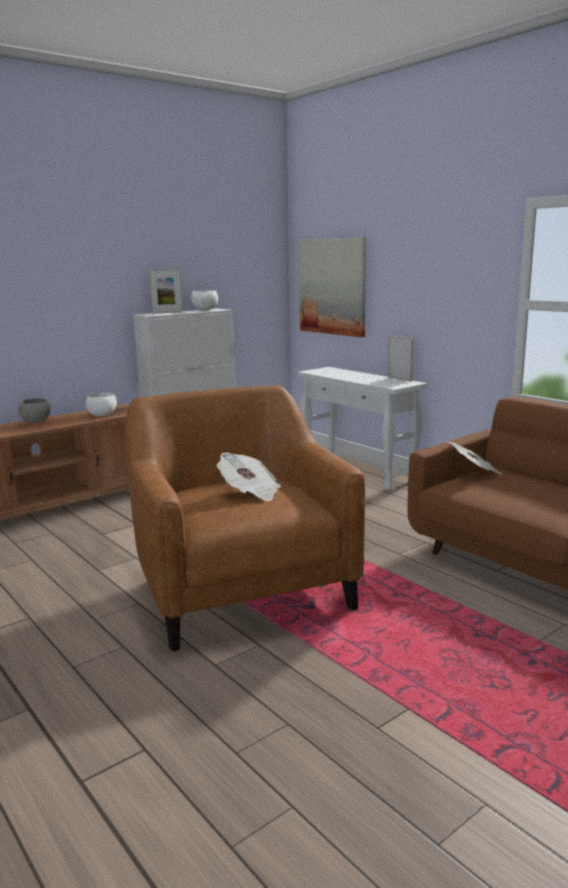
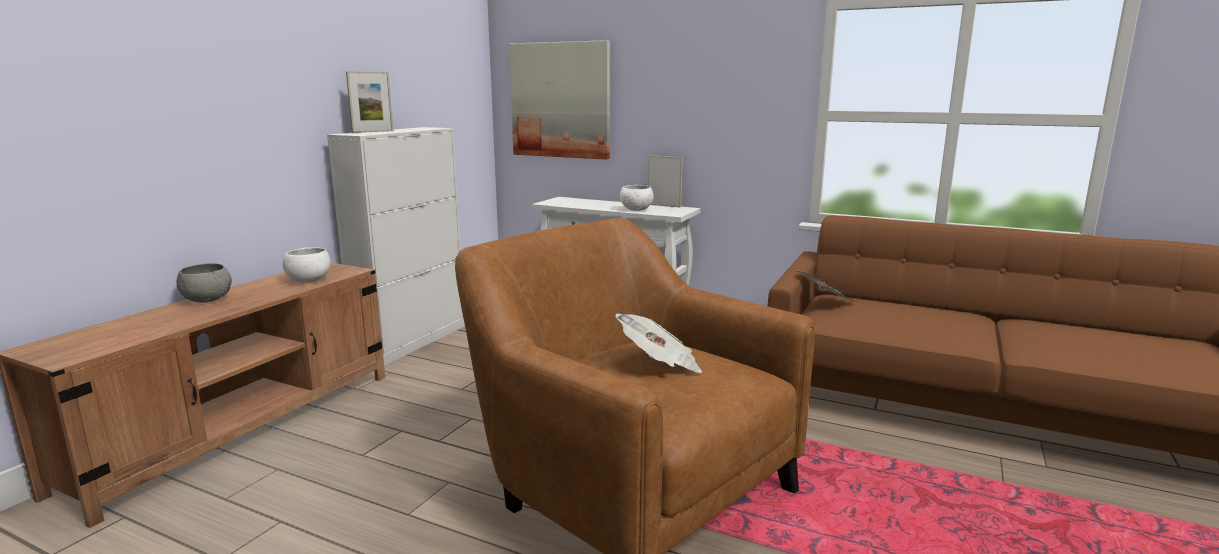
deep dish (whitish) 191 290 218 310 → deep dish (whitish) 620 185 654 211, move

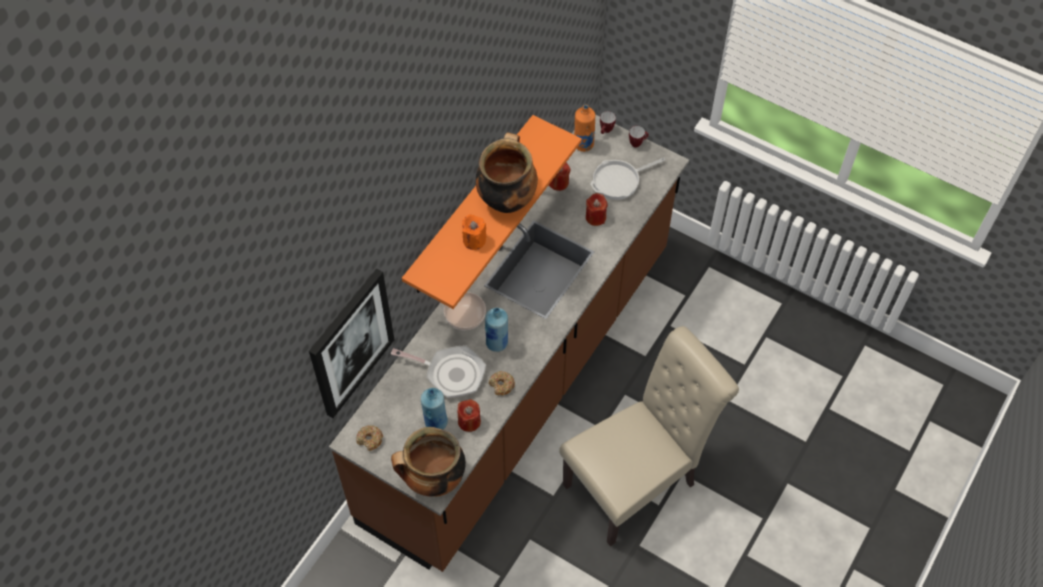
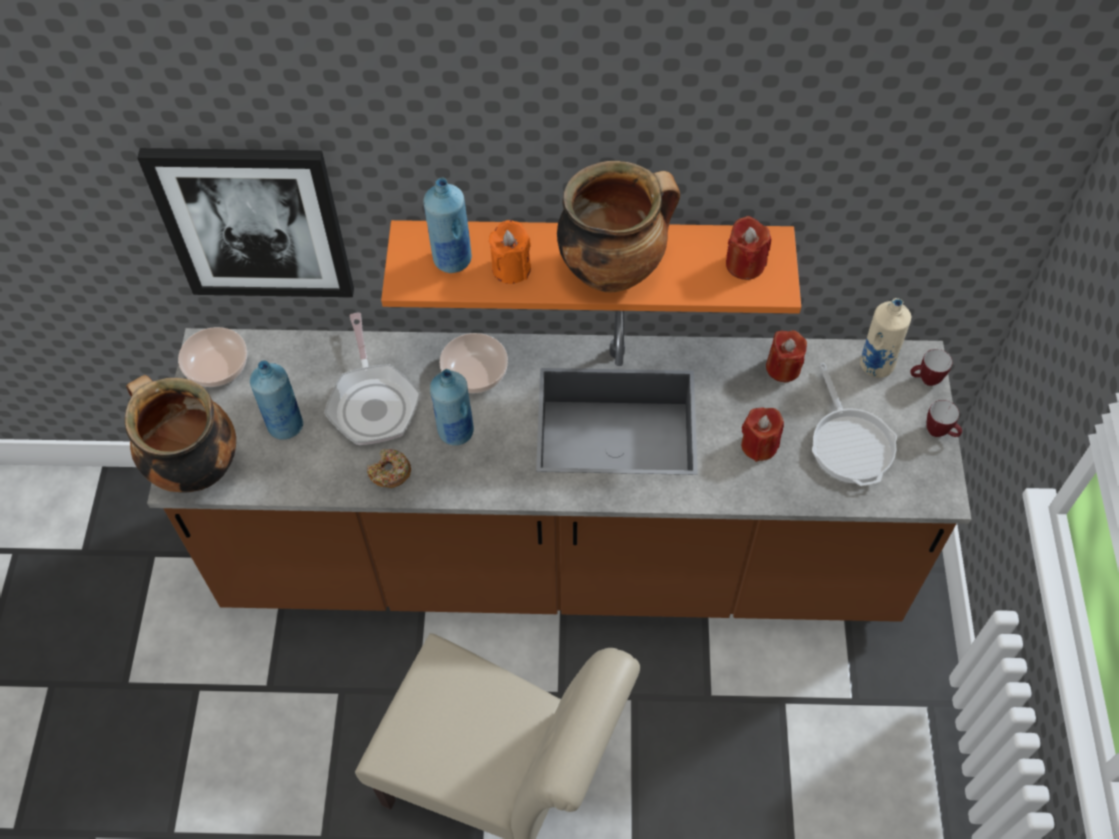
ring doughnut 356 425 383 451 → deep dish 178 327 247 387
wax candle (reddish) 457 399 481 432 → wax candle (reddish) 726 216 771 280, move
drink bottle (orange) 574 104 595 152 → drink bottle (beige) 860 298 912 378
frying pan 591 158 665 200 → frying pan 812 363 897 486, 135 degrees counterclockwise
- → drink bottle (blue-coloured) 423 178 472 273

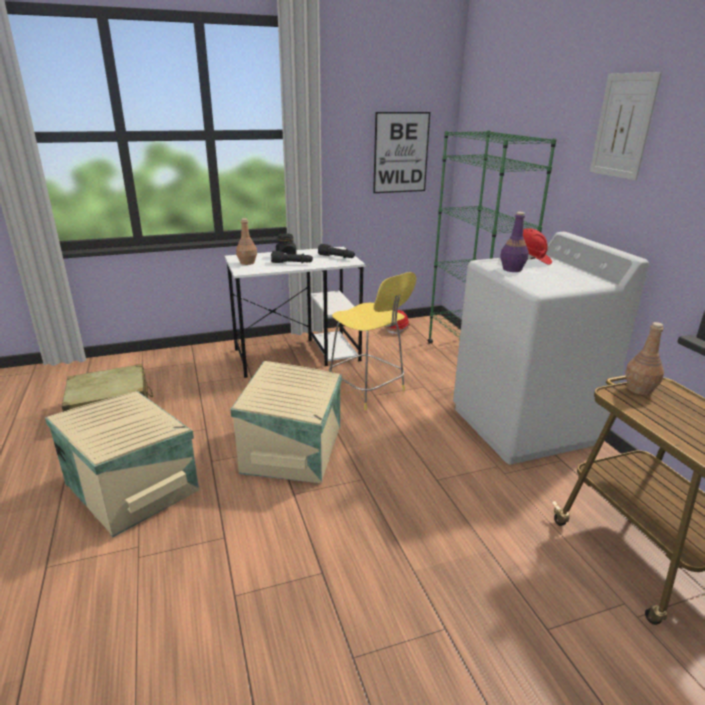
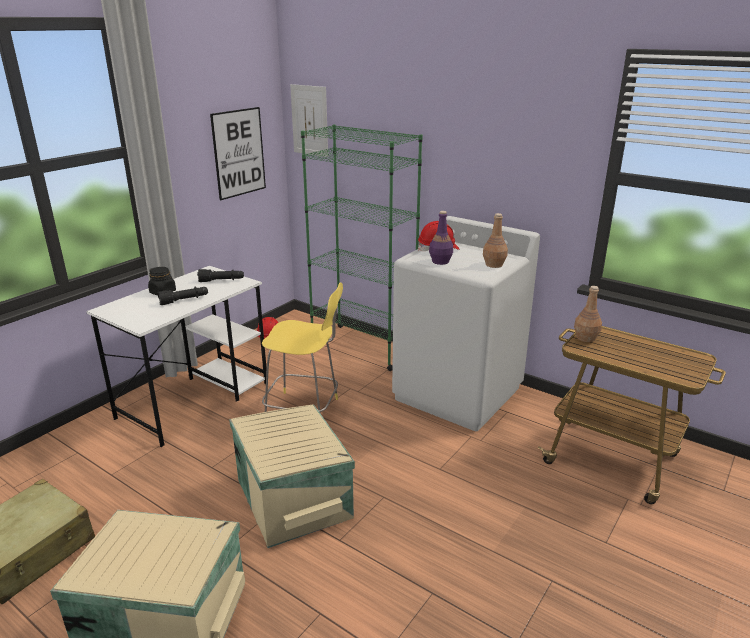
drink bottle (brown-coloured) 236 218 257 265 → drink bottle (brown-coloured) 483 213 508 268, move
wall art 590 72 662 181 → wall art 290 84 328 157, move

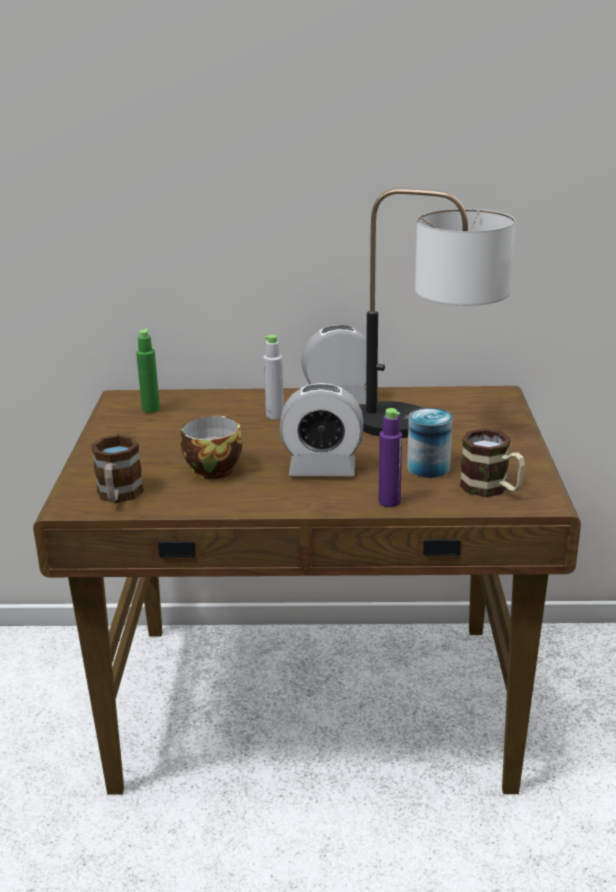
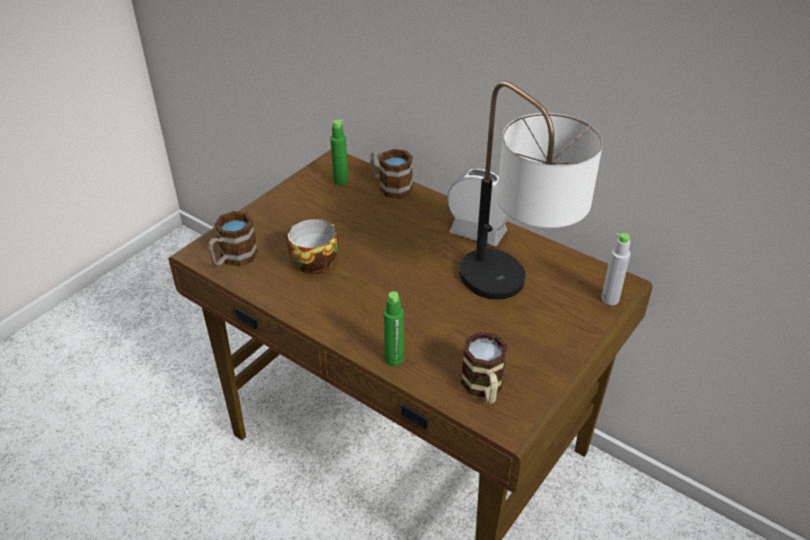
drink bottle (greyish) 264 335 284 419 → drink bottle (greyish) 601 233 630 305, move
table clock 280 383 363 476 → -
drink bottle (purple) 379 408 402 507 → drink bottle (green) 384 291 404 366
sealed can 407 408 453 478 → -
- → coffee mug 369 149 413 199

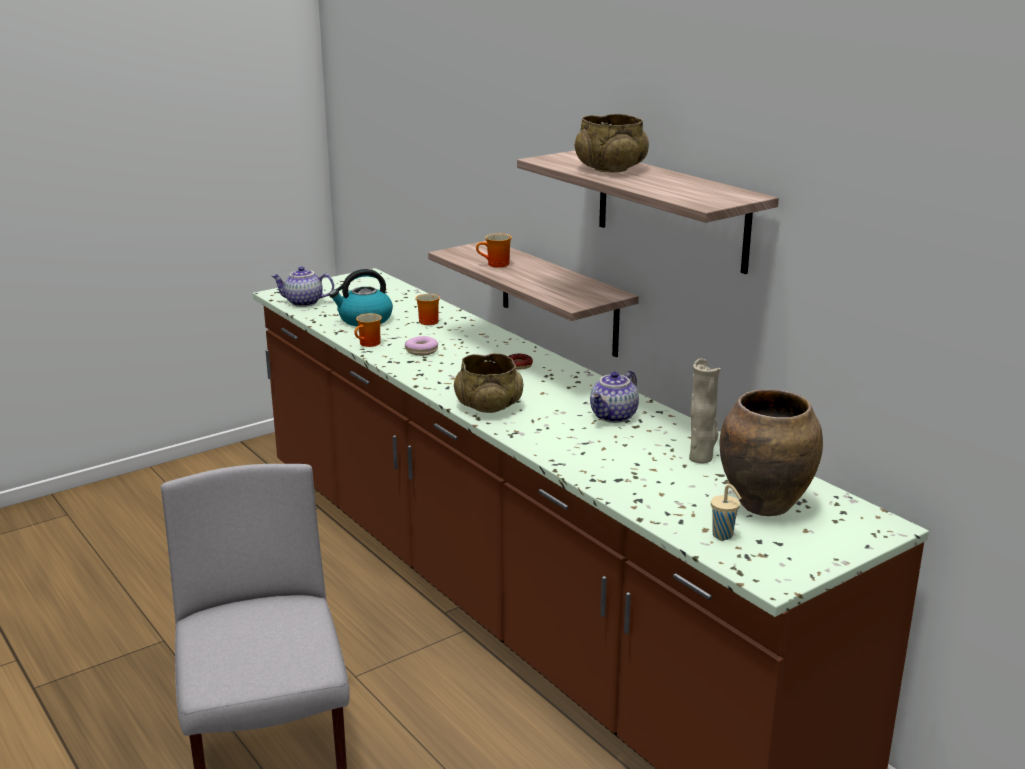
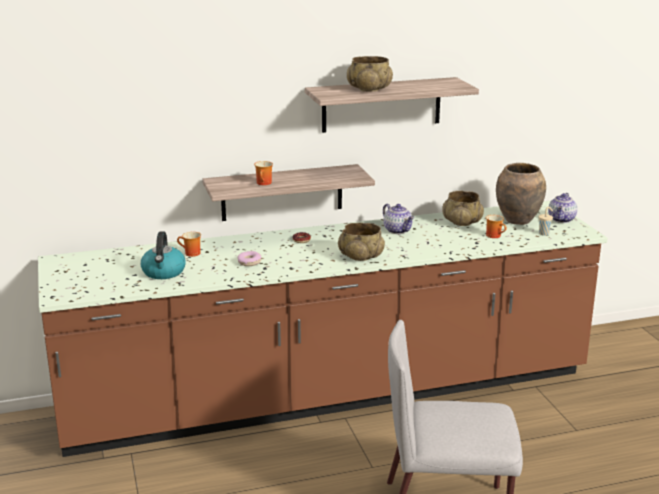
pot for tea 272 266 334 307 → pot for tea 548 193 577 223, move
coffee mug 354 313 382 347 → coffee mug 486 215 506 238, move
flower vase (beige) 689 358 721 463 → deep dish (beige) 442 191 484 226

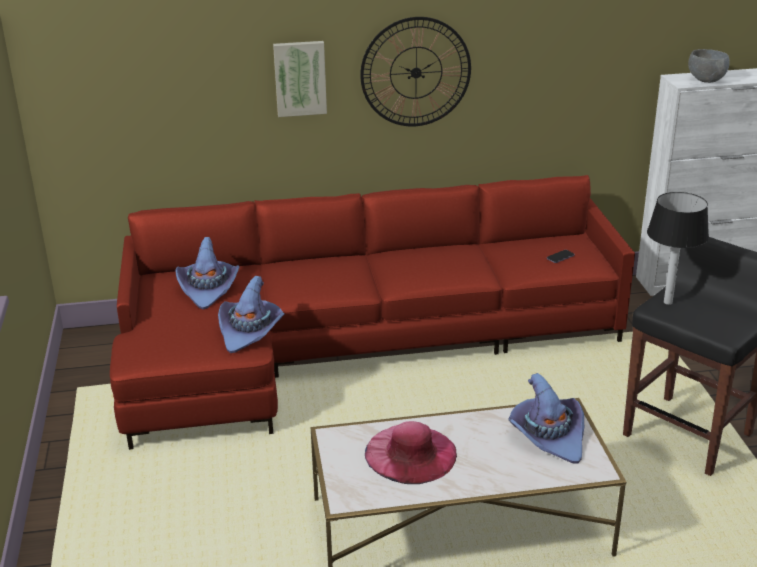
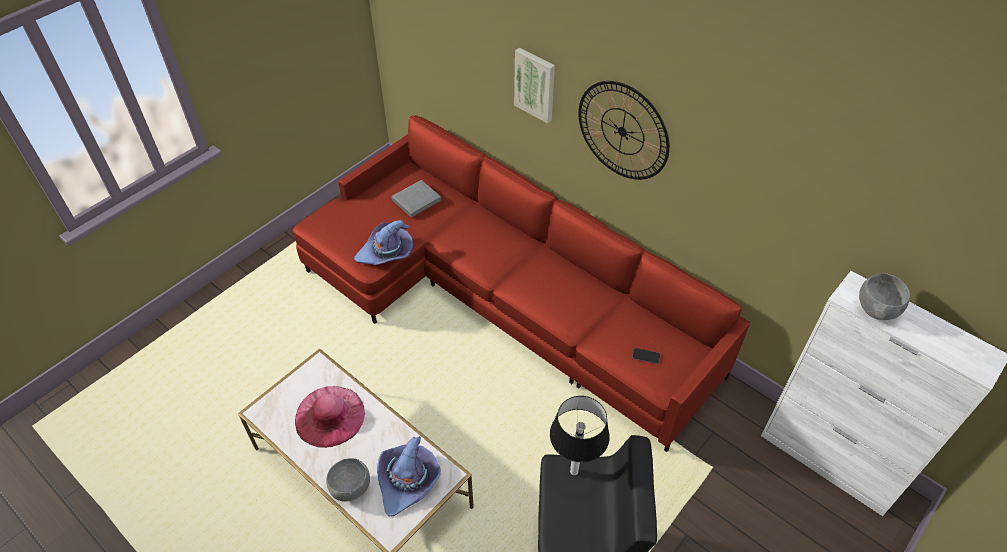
wearable hat (purple) 175 237 240 310 → bound book (greyish) 392 180 441 217
- → deep dish (greyish) 326 458 370 502

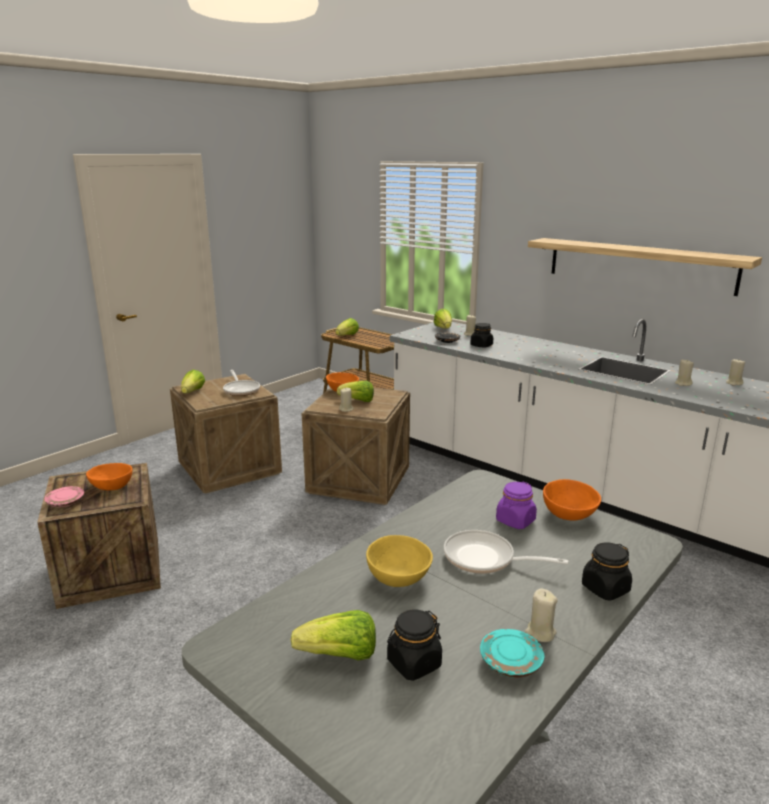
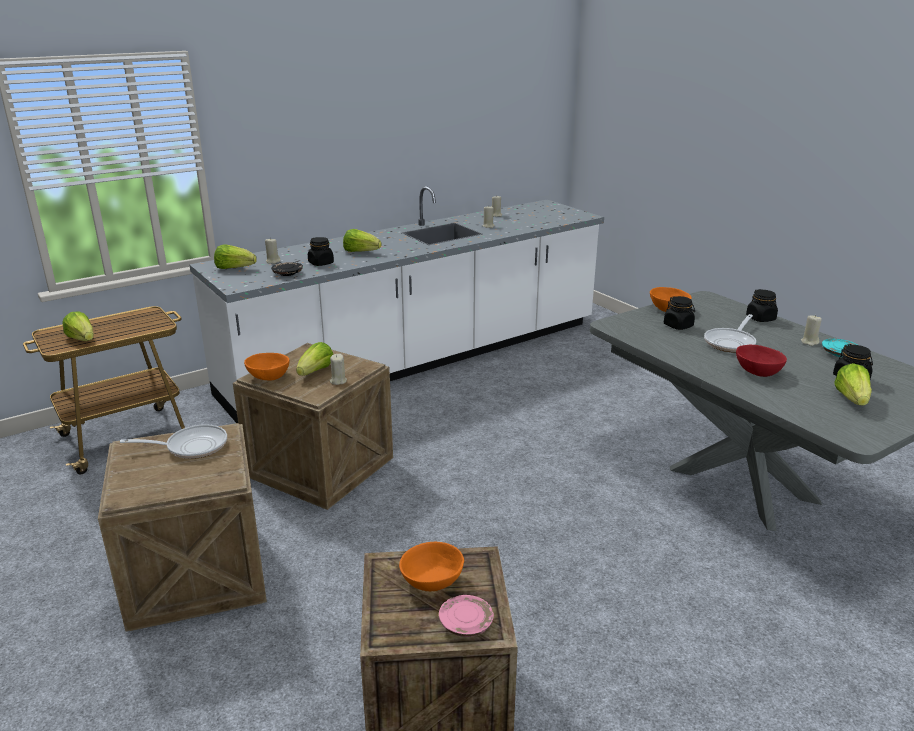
lettuce 181 370 205 394 → lettuce 343 229 382 252, move
deep dish (yellow-coloured) 366 535 433 587 → deep dish (reddish) 736 345 787 377
jar (purple) 496 482 537 529 → jar (black) 664 296 695 330
bracket shelf 528 238 762 296 → -

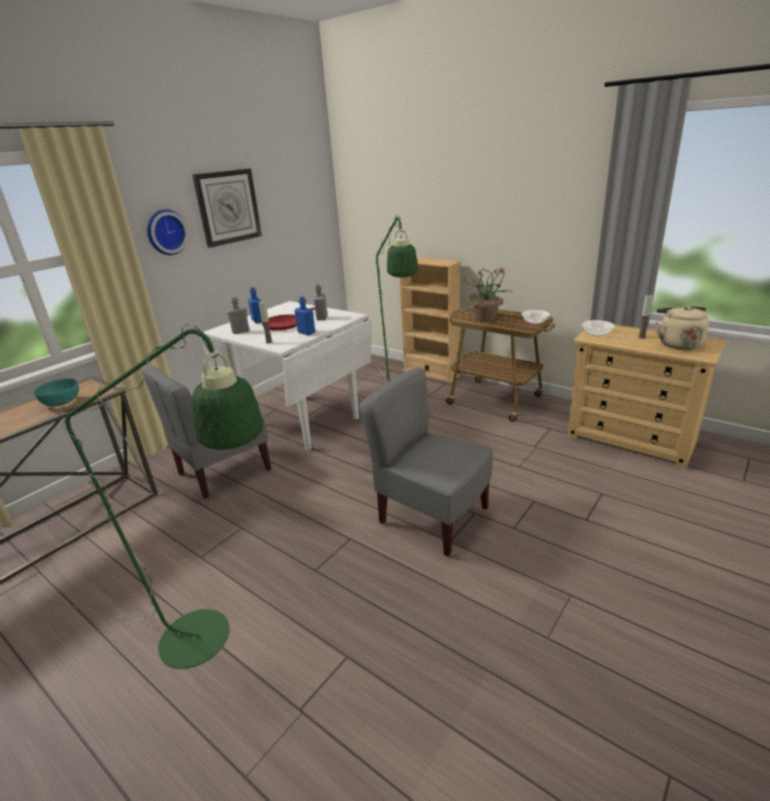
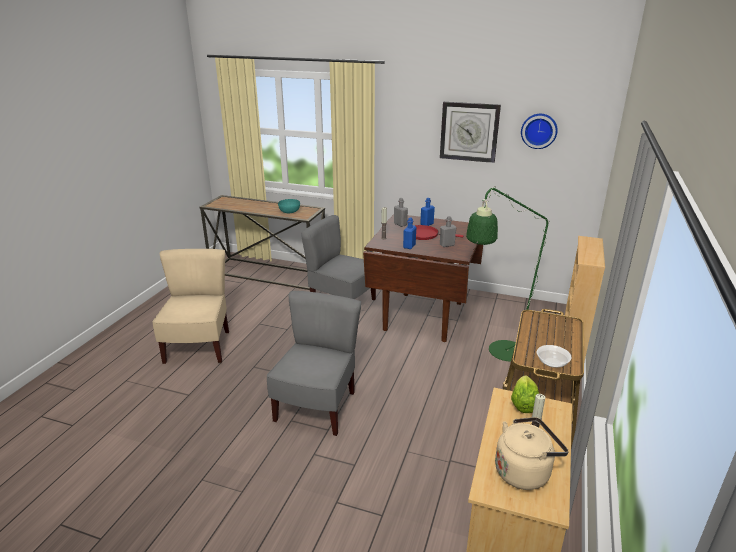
standing lamp (green) 50 324 263 669 → plain chair (beige) 152 249 229 364
clock on the wall 147 209 188 255 → clock on the wall 521 114 558 149, move
dining table (whitish) 201 301 372 450 → dining table (brown-coloured) 363 214 483 342
potted plant 463 268 512 322 → -
deep dish 582 320 615 336 → lettuce 511 375 539 413

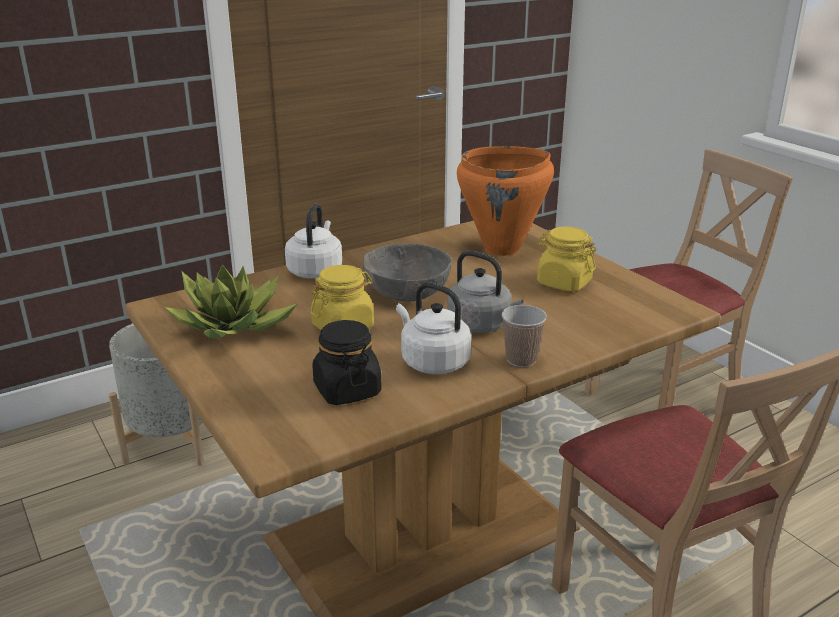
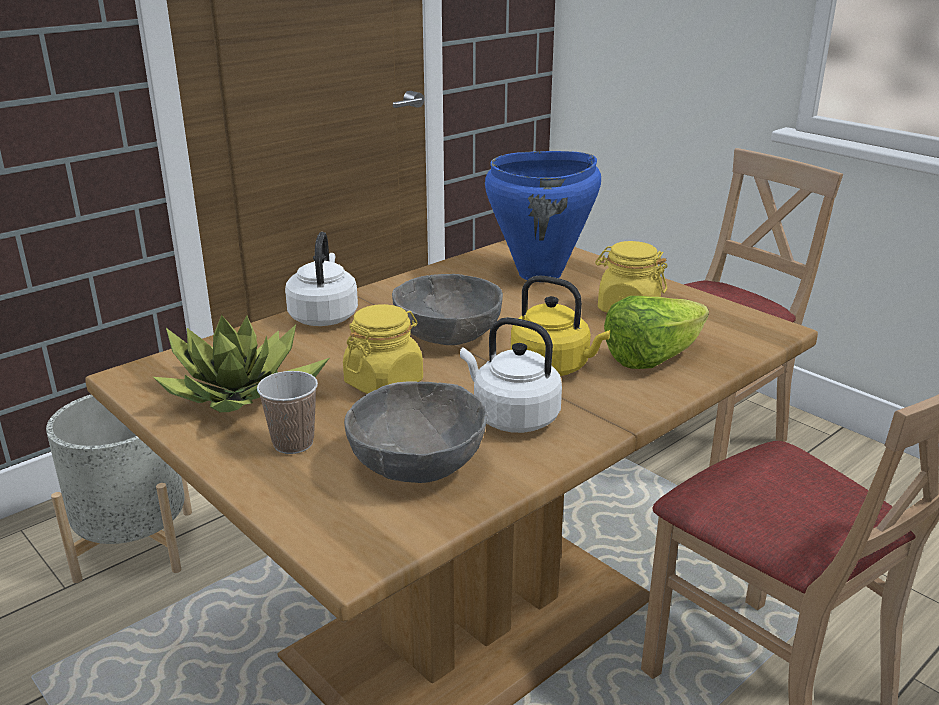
jar (black) 312 320 382 405 → deep dish (greyish) 344 381 488 483
tea kettle (greyish) 447 251 523 333 → tea kettle (yellow-coloured) 511 275 610 376
saucepot (orange) 457 146 554 256 → saucepot (blue-coloured) 485 151 601 280
cup 502 305 547 367 → cup 257 371 318 454, move
- → lettuce 604 296 709 369

